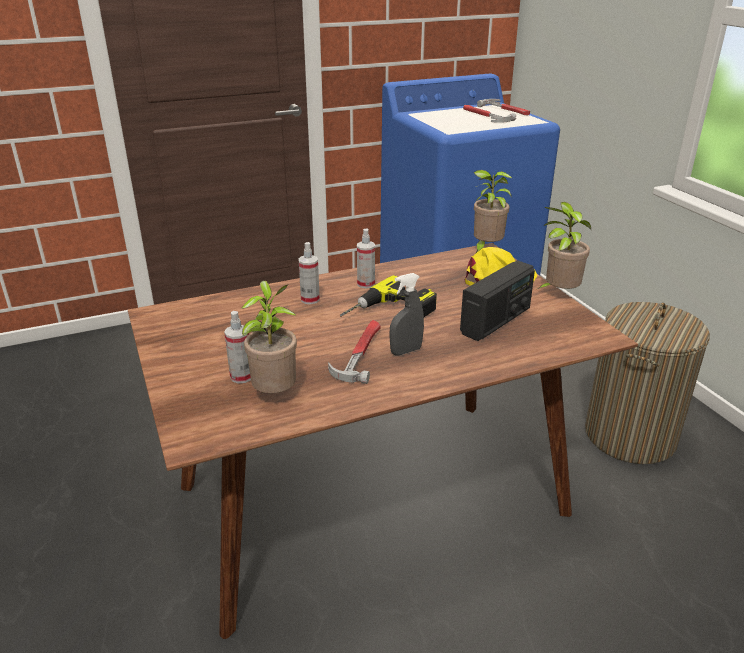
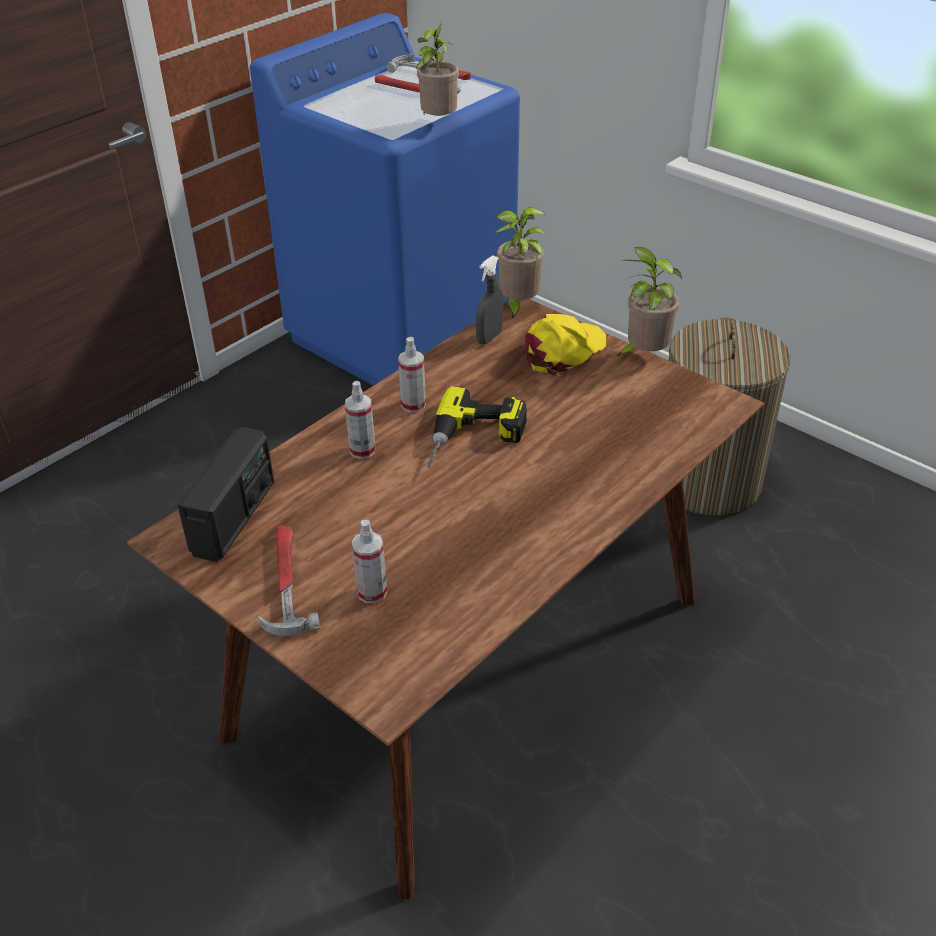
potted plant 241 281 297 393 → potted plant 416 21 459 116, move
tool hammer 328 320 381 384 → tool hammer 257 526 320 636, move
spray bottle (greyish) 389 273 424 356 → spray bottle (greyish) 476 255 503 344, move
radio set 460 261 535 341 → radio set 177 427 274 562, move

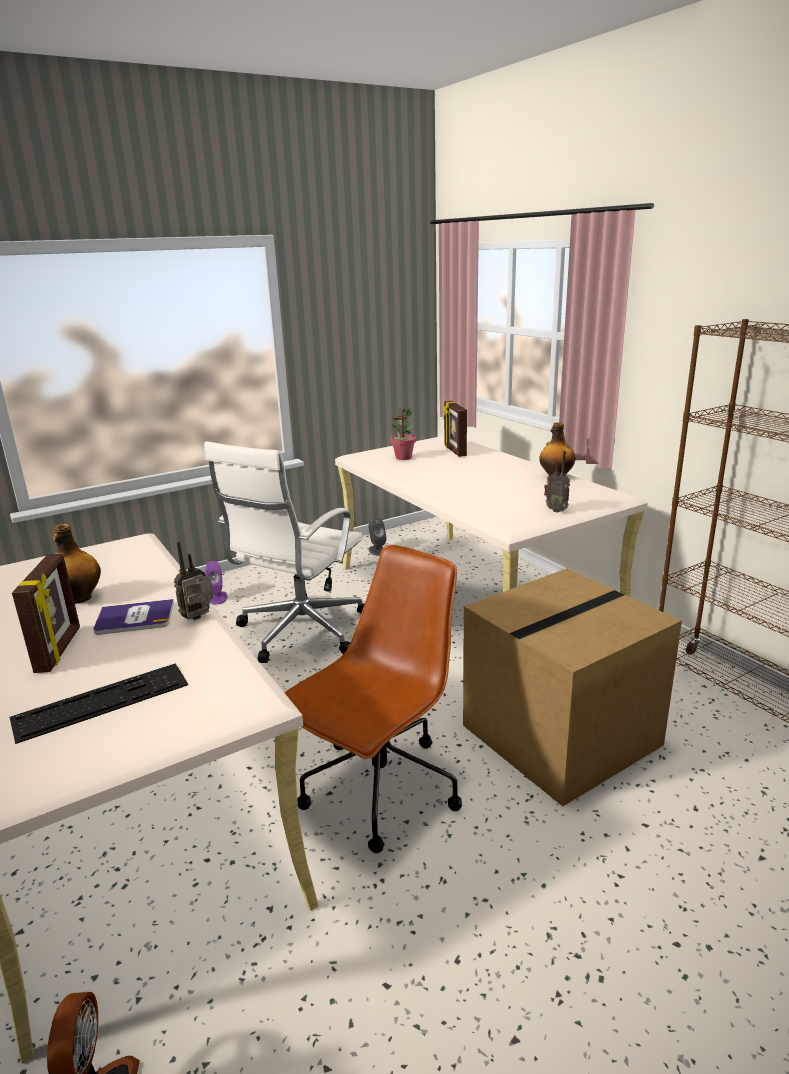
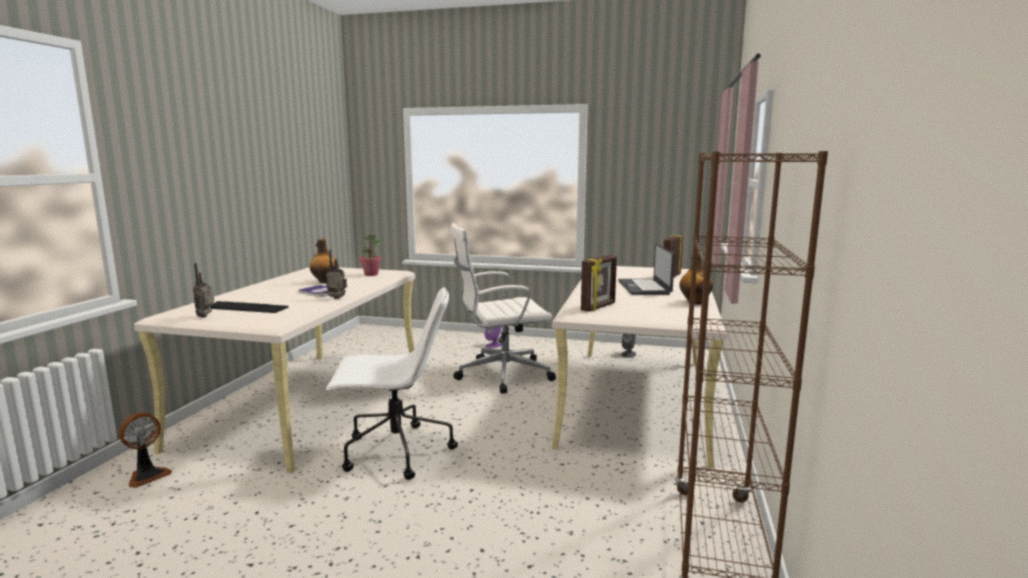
picture frame 12 554 80 673 → picture frame 581 255 617 312, move
computer chair (brown-coloured) 284 545 462 853 → computer chair (whitish) 326 287 458 480
potted plant 390 408 416 460 → potted plant 359 234 382 276, move
carton 463 569 682 806 → -
radio set 544 451 570 513 → radio set 193 263 214 318, move
- → notebook computer 618 244 675 295

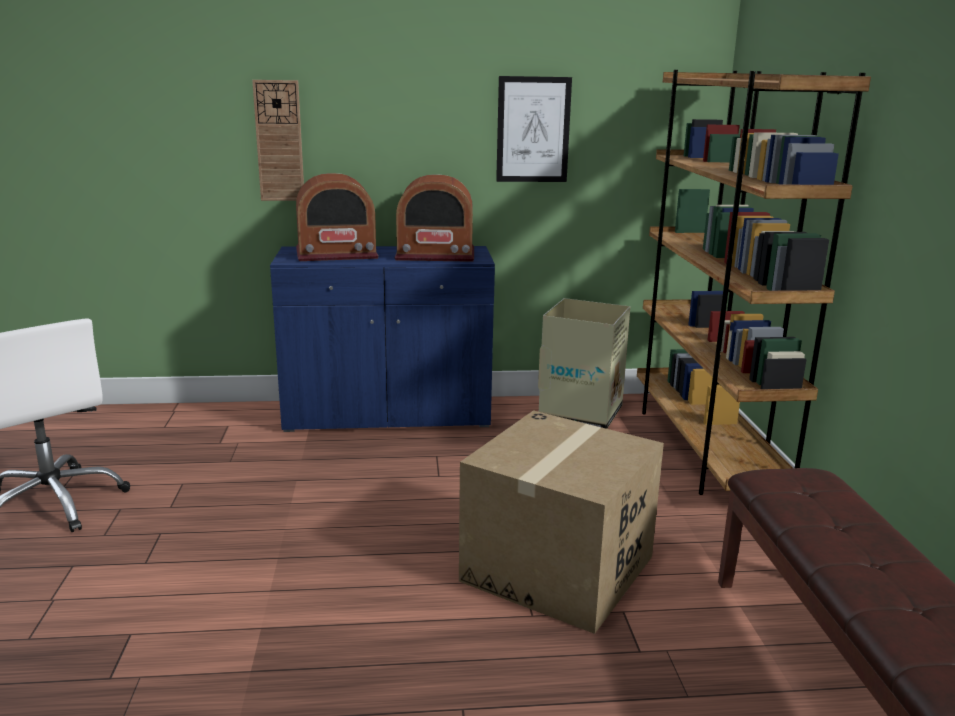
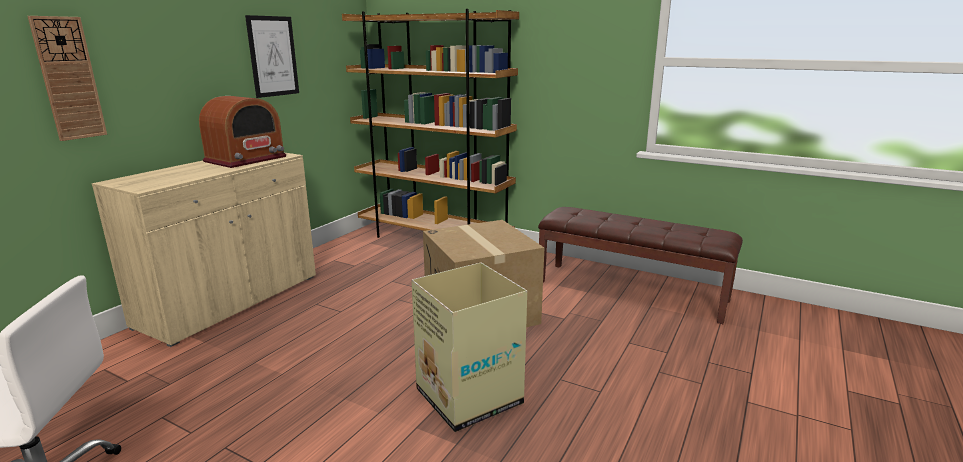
storage cabinet (blue-coloured) 270 246 495 432 → storage cabinet (beige) 92 153 316 347
radio set 296 173 379 261 → -
carton 538 298 630 429 → carton 412 262 527 432, move

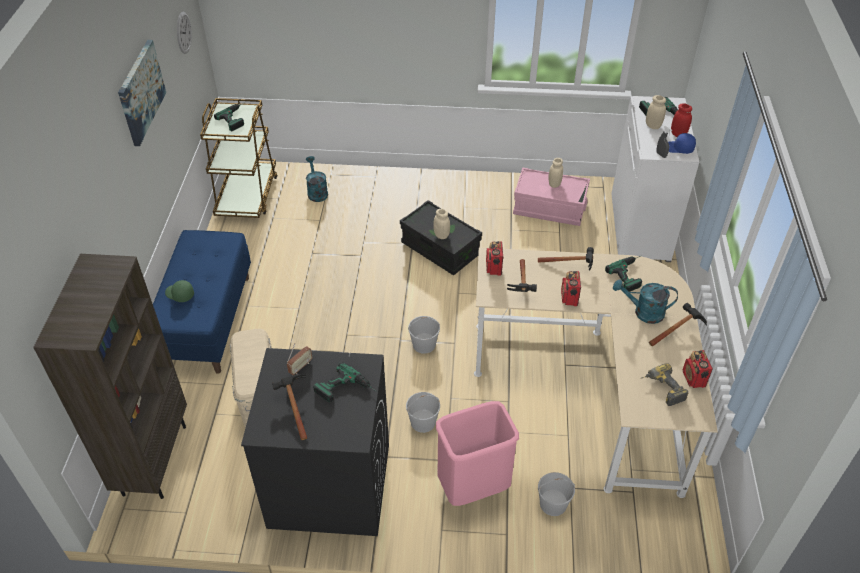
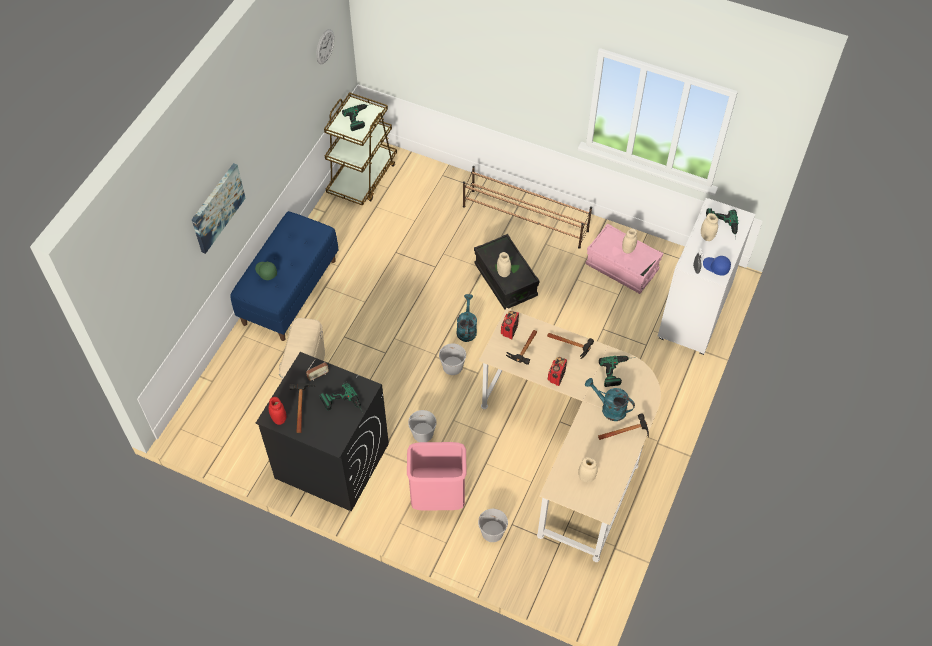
bookshelf (brown-coloured) 33 254 187 499 → -
wall art 118 40 166 146 → wall art 192 163 246 254, move
watering can (turquoise) 306 156 328 202 → watering can (turquoise) 457 294 477 342, move
power drill 641 363 689 406 → jar (beige) 578 457 598 482
jar (reddish) 671 103 692 137 → jar (reddish) 268 397 287 425, move
radio set 683 350 713 388 → -
- → shoe shelf (brown-coloured) 463 166 592 249

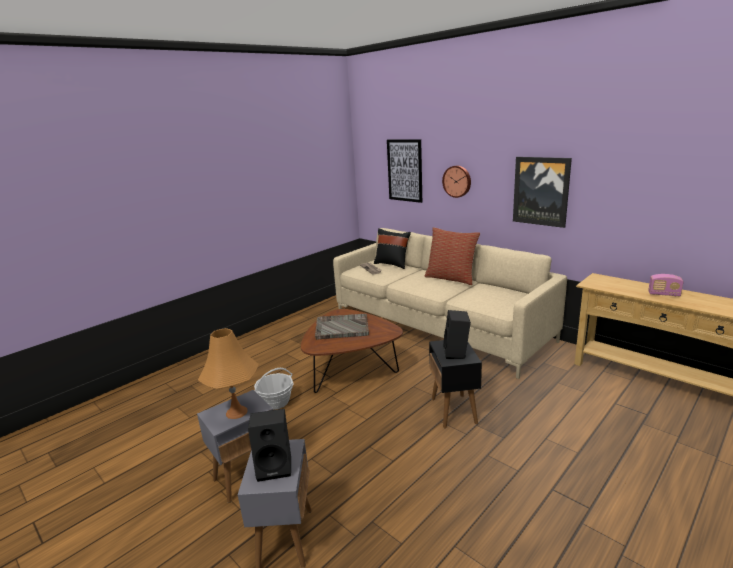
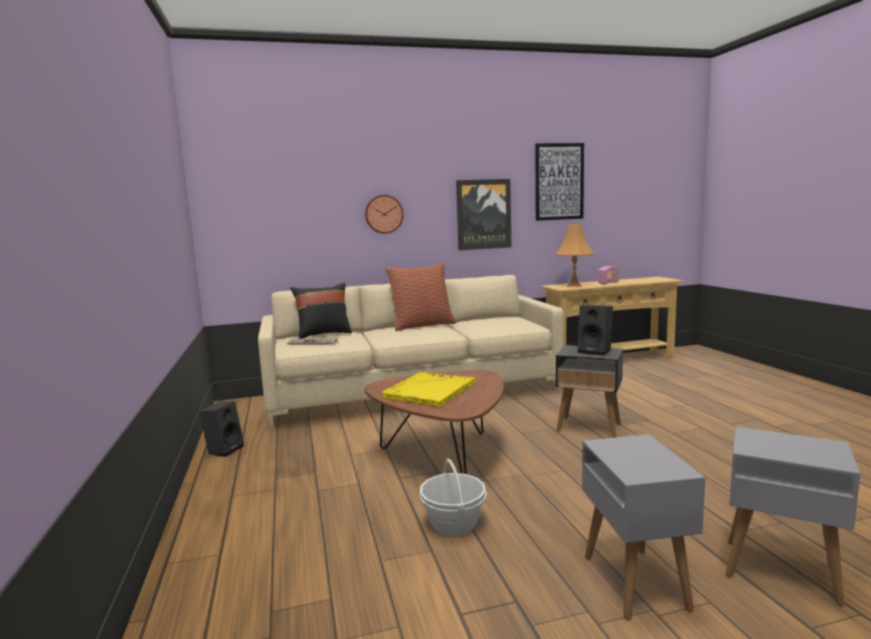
tabletop lamp (orange) 198 328 259 419 → tabletop lamp (orange) 556 224 594 287, move
audio speaker (black) 248 409 291 482 → audio speaker (black) 199 401 244 457, move
carrying tray (greyish) 315 314 369 340 → carrying tray (yellow-coloured) 382 372 475 407
wall art 387 139 422 203 → wall art 535 143 584 221, move

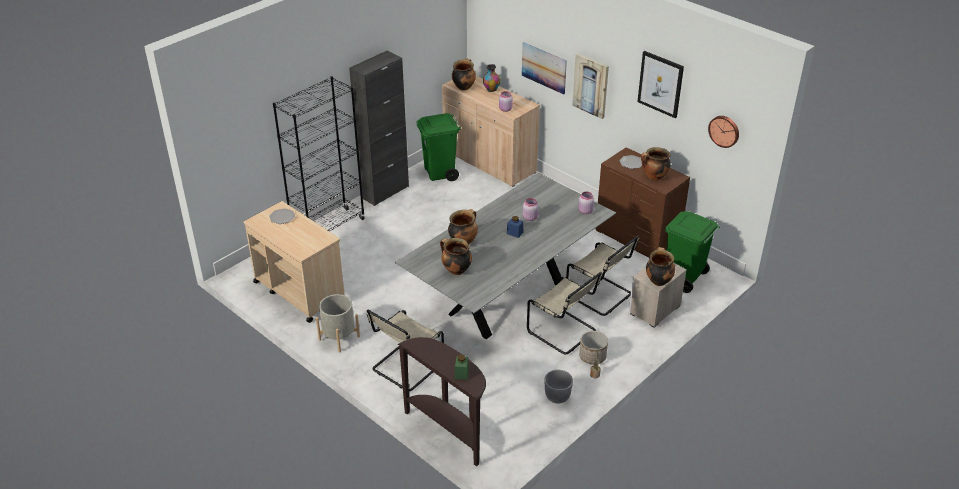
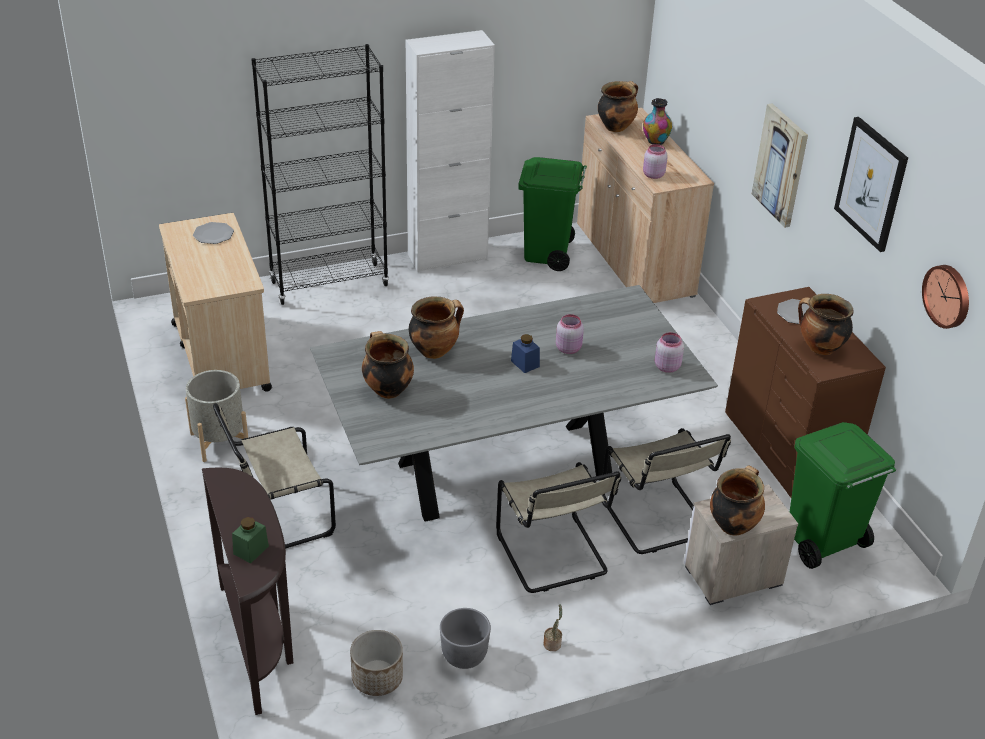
storage cabinet (black) 349 51 409 206 → storage cabinet (whitish) 406 30 495 272
wall art 522 42 567 95 → -
flower pot 579 331 608 365 → flower pot 350 630 403 696, move

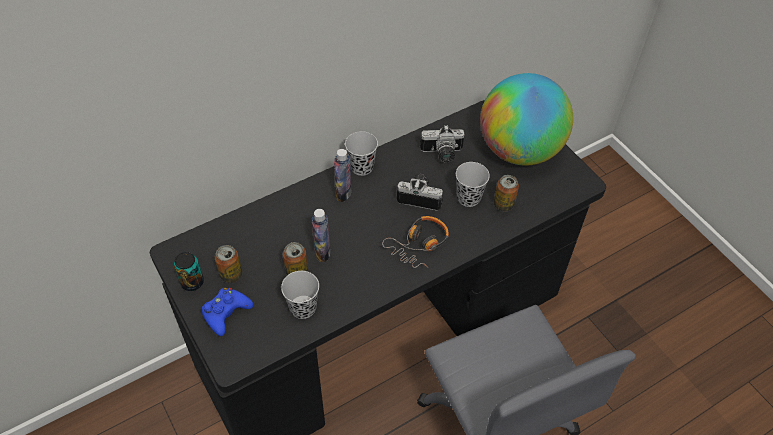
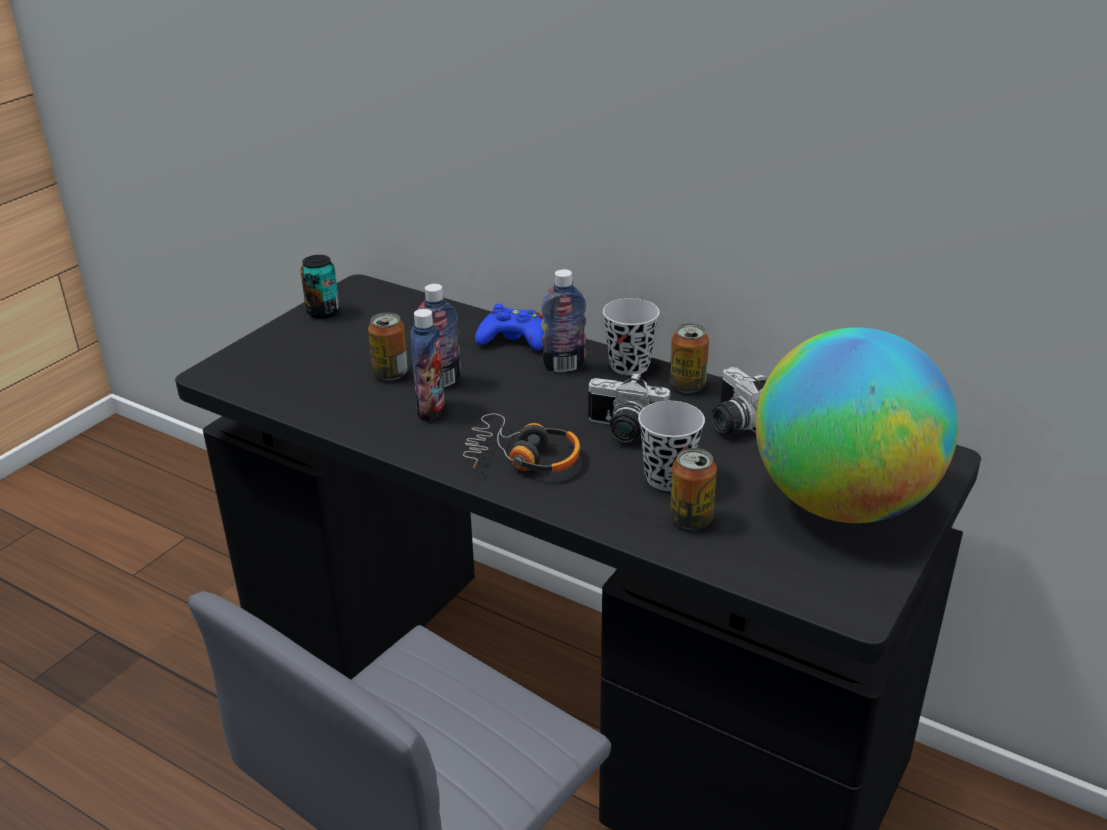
gamepad (blue-coloured) 202 288 254 336 → gamepad (blue-coloured) 475 304 544 351, move
sealed can 215 245 242 283 → sealed can 670 323 709 393, move
cup (black) 281 271 319 319 → -
photo camera 397 174 443 211 → photo camera 588 372 671 442, 120 degrees clockwise
- → drink bottle 410 309 445 421

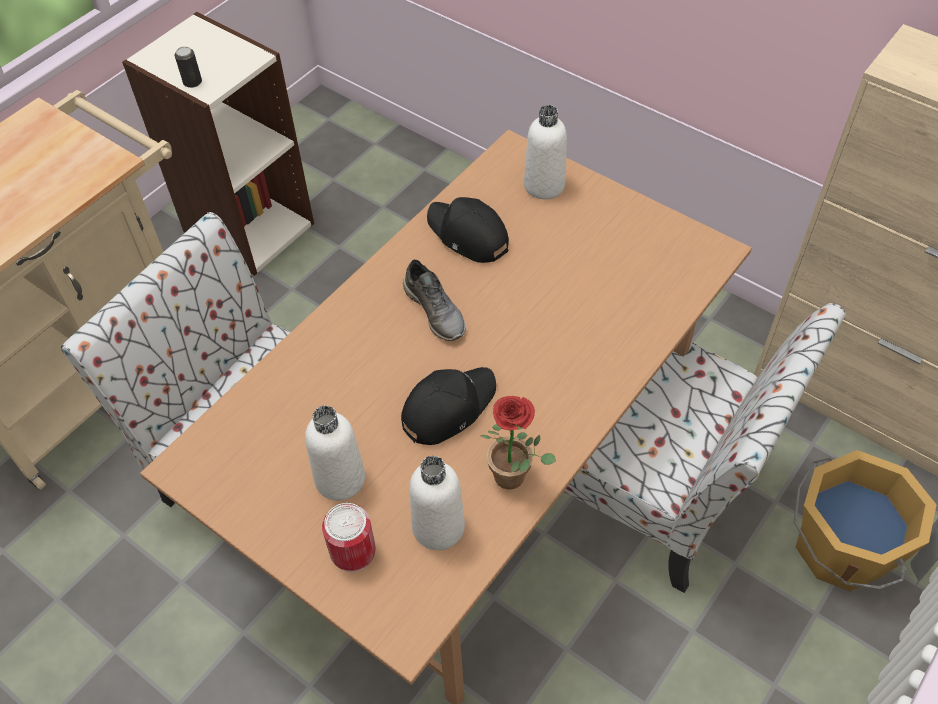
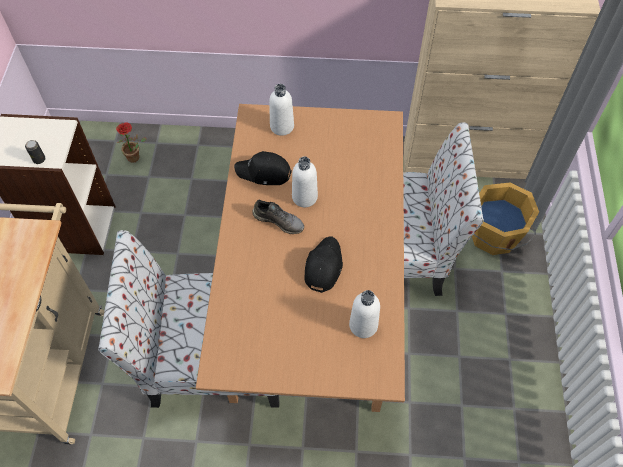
drink bottle (whitish) 305 406 365 501 → drink bottle (whitish) 292 156 318 207, move
sealed can 322 503 376 572 → -
potted plant 481 396 556 490 → potted plant 116 122 146 163, move

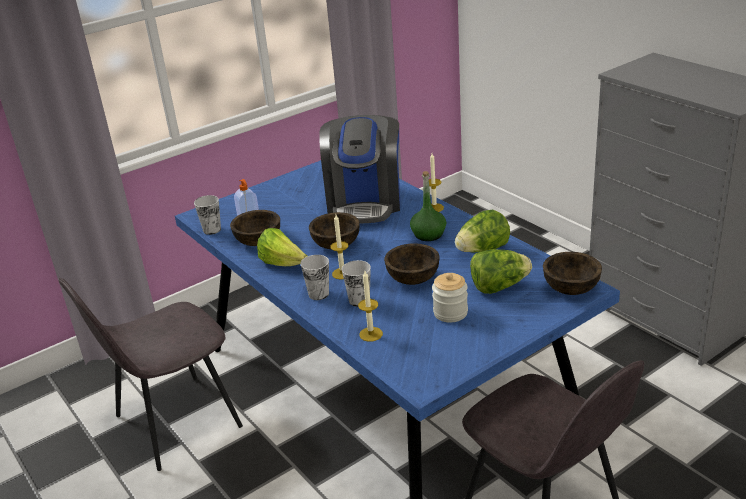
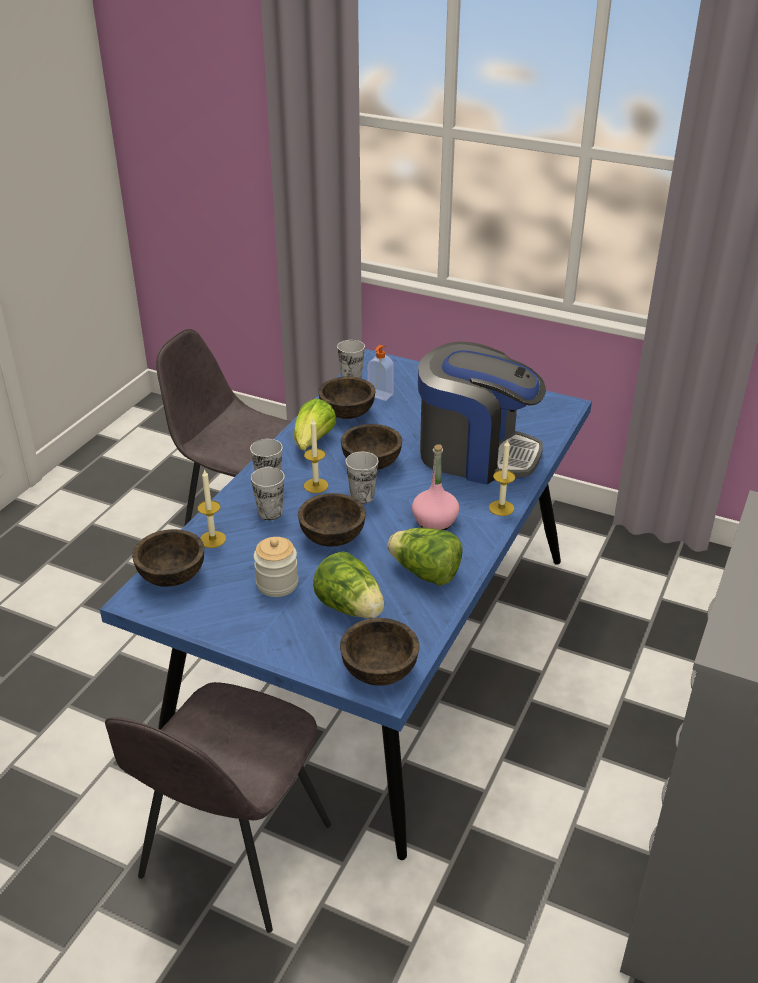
coffee brewer 319 115 400 224 → coffee brewer 418 342 546 484, 135 degrees counterclockwise
drink bottle (green) 410 171 446 241 → drink bottle (pink) 412 444 459 530
- → deep dish (brown-coloured) 132 529 204 587
- → cup 346 452 378 504

